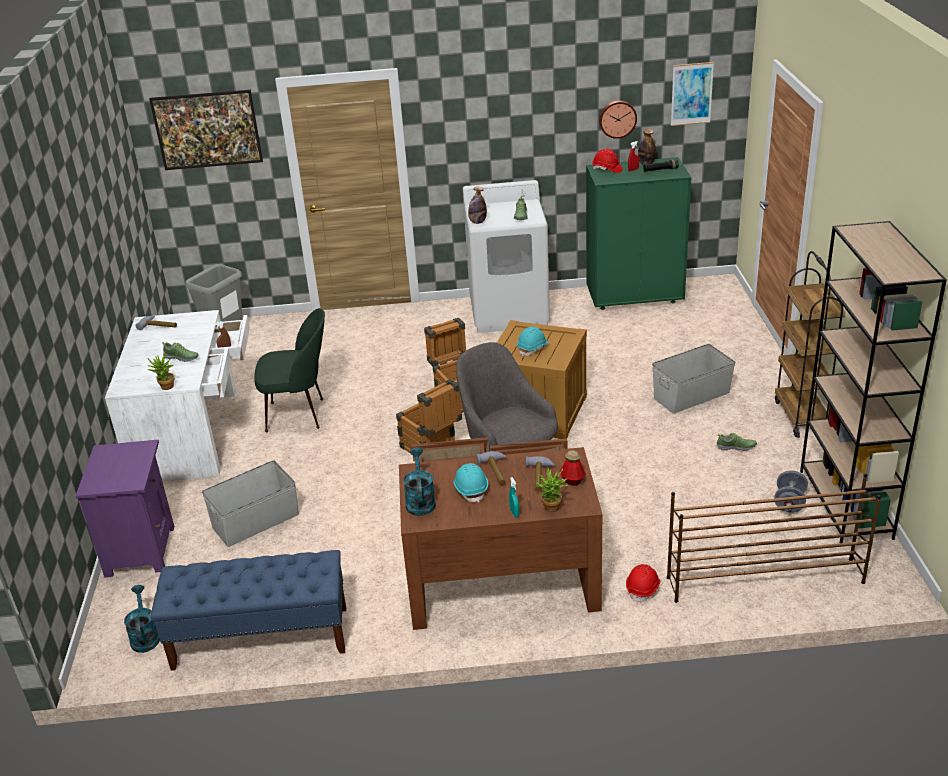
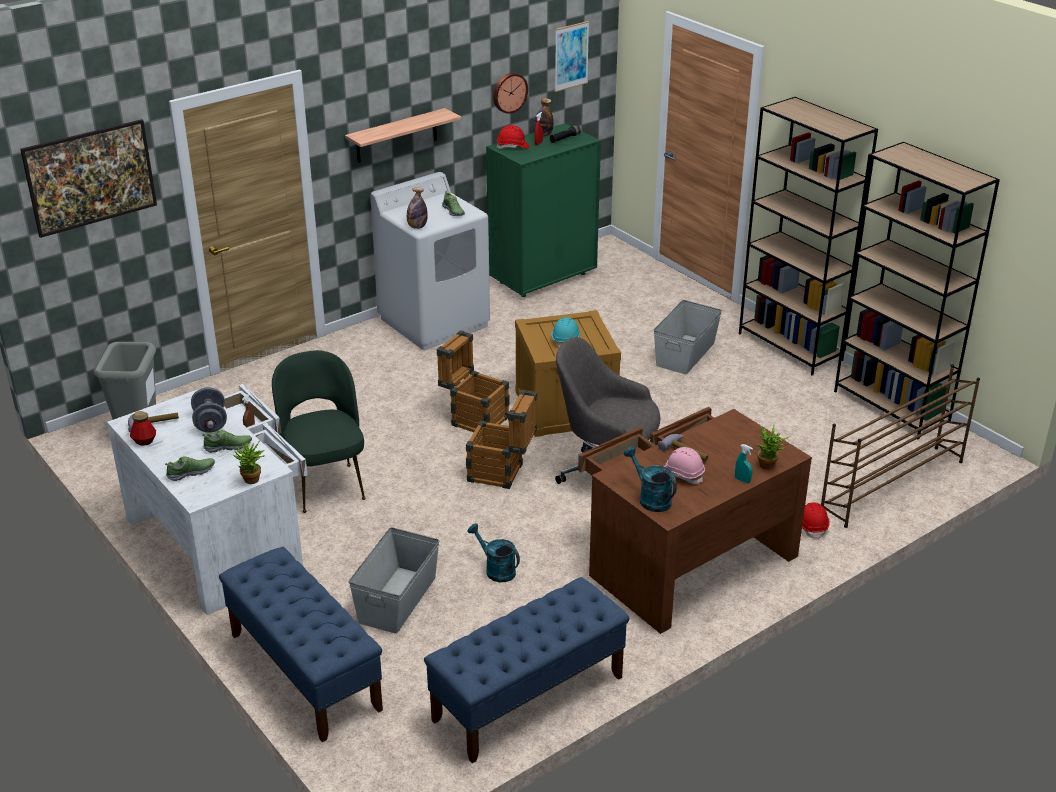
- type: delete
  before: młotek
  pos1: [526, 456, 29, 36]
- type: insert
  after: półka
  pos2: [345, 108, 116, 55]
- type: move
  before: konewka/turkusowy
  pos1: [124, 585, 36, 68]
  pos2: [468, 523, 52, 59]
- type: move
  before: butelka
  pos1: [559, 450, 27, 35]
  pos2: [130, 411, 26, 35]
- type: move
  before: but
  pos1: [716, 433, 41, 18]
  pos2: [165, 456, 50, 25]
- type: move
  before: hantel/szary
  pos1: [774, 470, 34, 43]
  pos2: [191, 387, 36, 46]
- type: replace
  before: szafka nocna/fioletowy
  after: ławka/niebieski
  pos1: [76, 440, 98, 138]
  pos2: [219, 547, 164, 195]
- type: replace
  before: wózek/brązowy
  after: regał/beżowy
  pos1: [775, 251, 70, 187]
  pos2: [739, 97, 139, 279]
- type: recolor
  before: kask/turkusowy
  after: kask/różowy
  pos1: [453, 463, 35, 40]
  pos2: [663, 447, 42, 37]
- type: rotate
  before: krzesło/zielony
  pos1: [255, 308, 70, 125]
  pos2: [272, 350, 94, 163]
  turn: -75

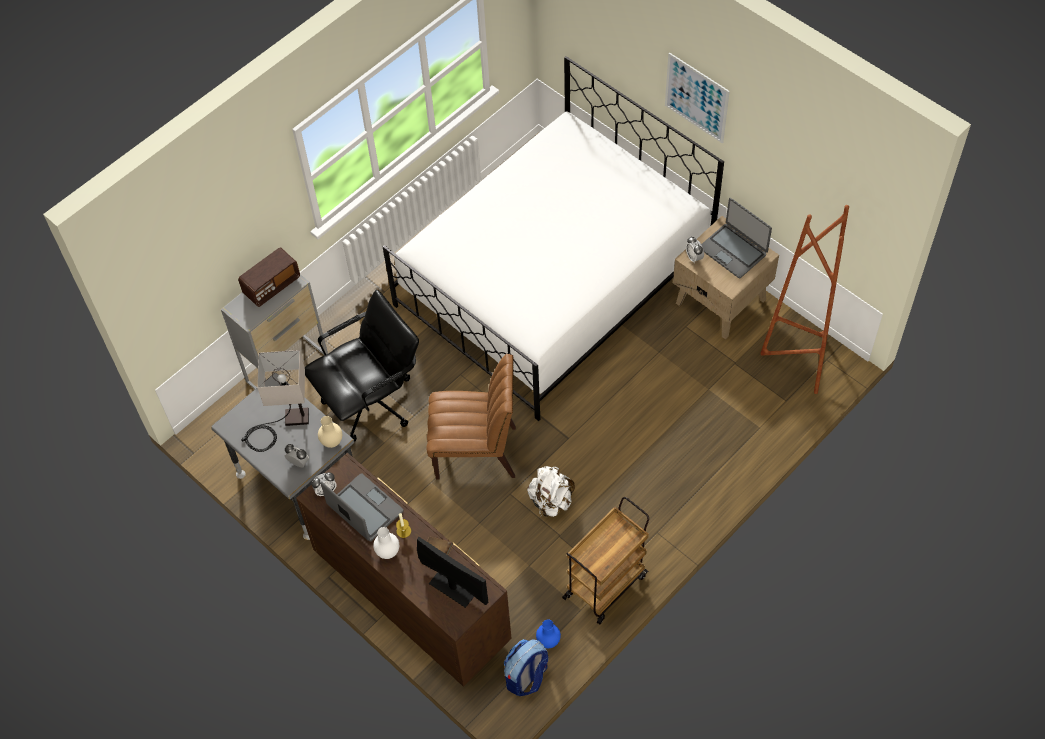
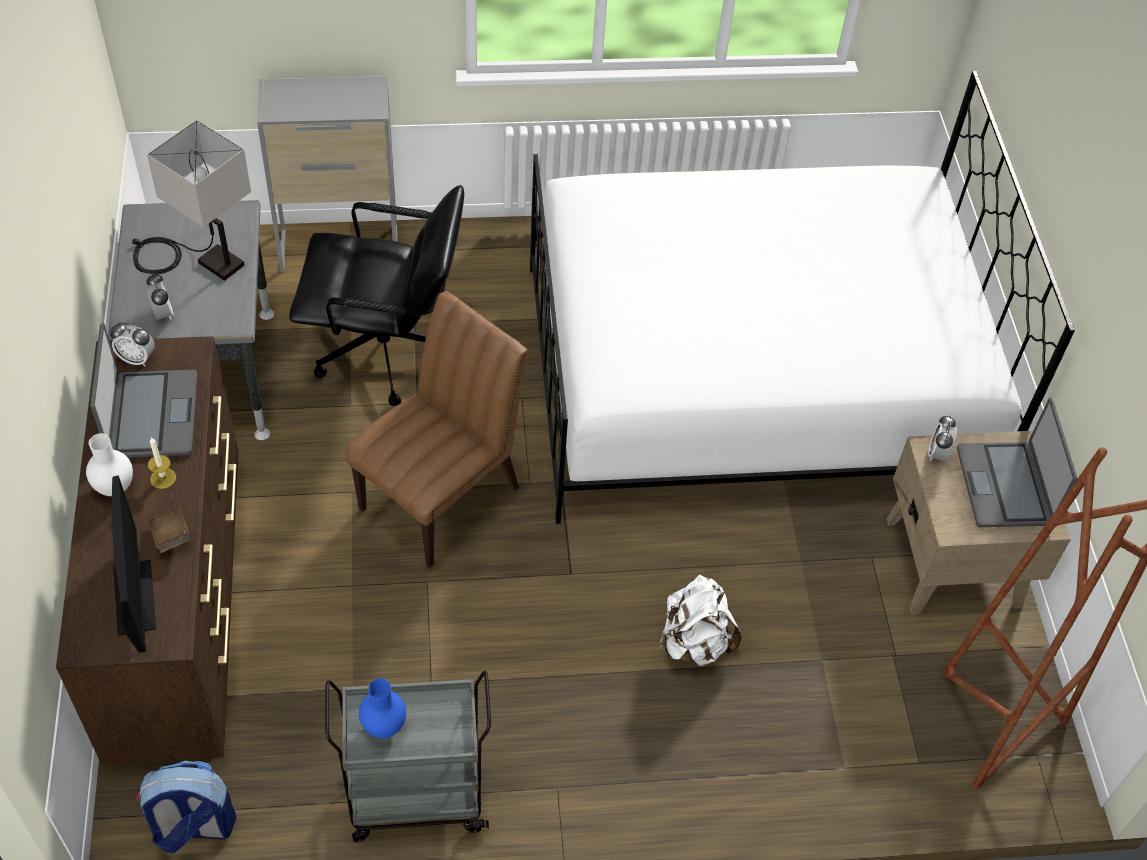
- type: delete
  before: radio
  pos1: [238, 247, 62, 60]
- type: delete
  before: wazon/beżowy
  pos1: [318, 416, 24, 32]
- type: delete
  before: obraz
  pos1: [665, 52, 65, 91]
- type: move
  before: plecak/biały
  pos1: [527, 466, 48, 51]
  pos2: [660, 574, 82, 92]
- type: move
  before: wazon/niebieski
  pos1: [536, 619, 25, 29]
  pos2: [359, 678, 47, 60]
- type: recolor
  before: wózek/brązowy
  after: wózek/szary
  pos1: [562, 497, 87, 127]
  pos2: [325, 671, 166, 171]
- type: rotate
  before: krzesło/brązowy
  pos1: [426, 354, 90, 126]
  pos2: [346, 291, 182, 276]
  turn: -90

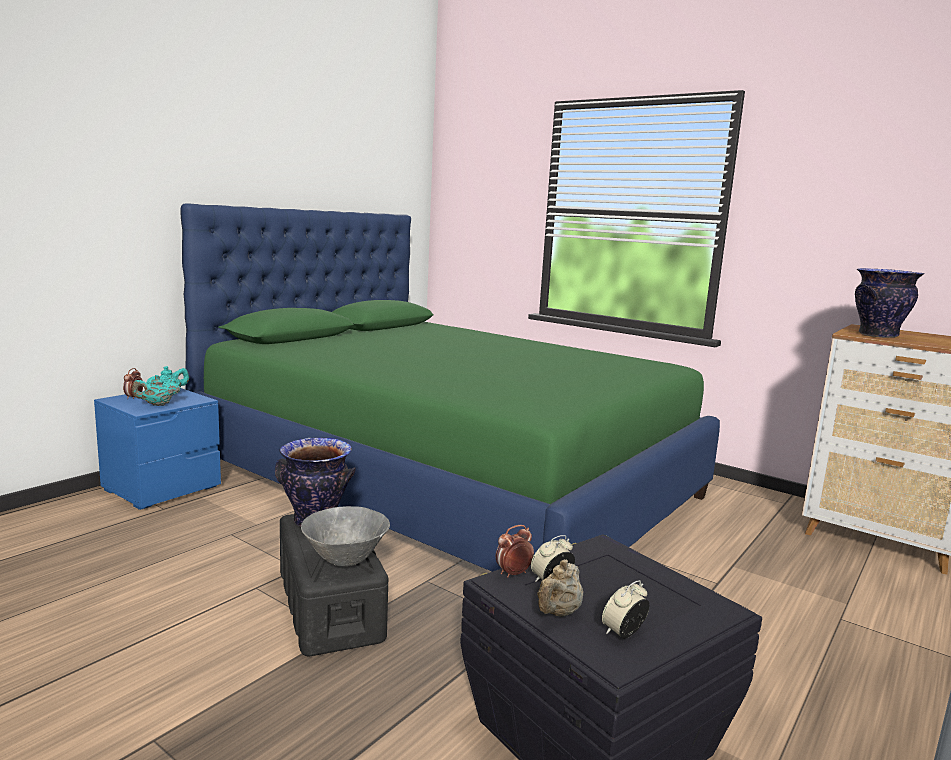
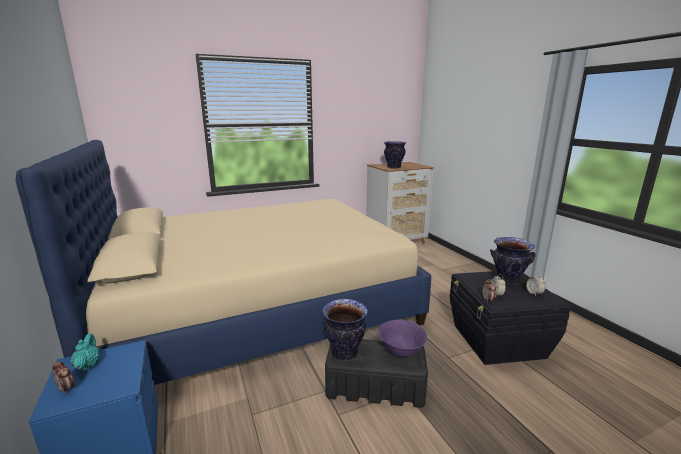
- type: delete
  before: imbryk/turkusowy
  pos1: [132, 375, 48, 31]
- type: delete
  before: imbryk/beżowy
  pos1: [537, 560, 46, 57]
- type: insert
  after: wazon
  pos2: [490, 237, 46, 48]
- type: recolor
  before: łóżko/zielony
  after: łóżko/beżowy
  pos1: [180, 203, 540, 369]
  pos2: [15, 140, 416, 245]
- type: recolor
  before: miska/szary
  after: miska/fioletowy
  pos1: [301, 506, 89, 61]
  pos2: [378, 320, 49, 37]

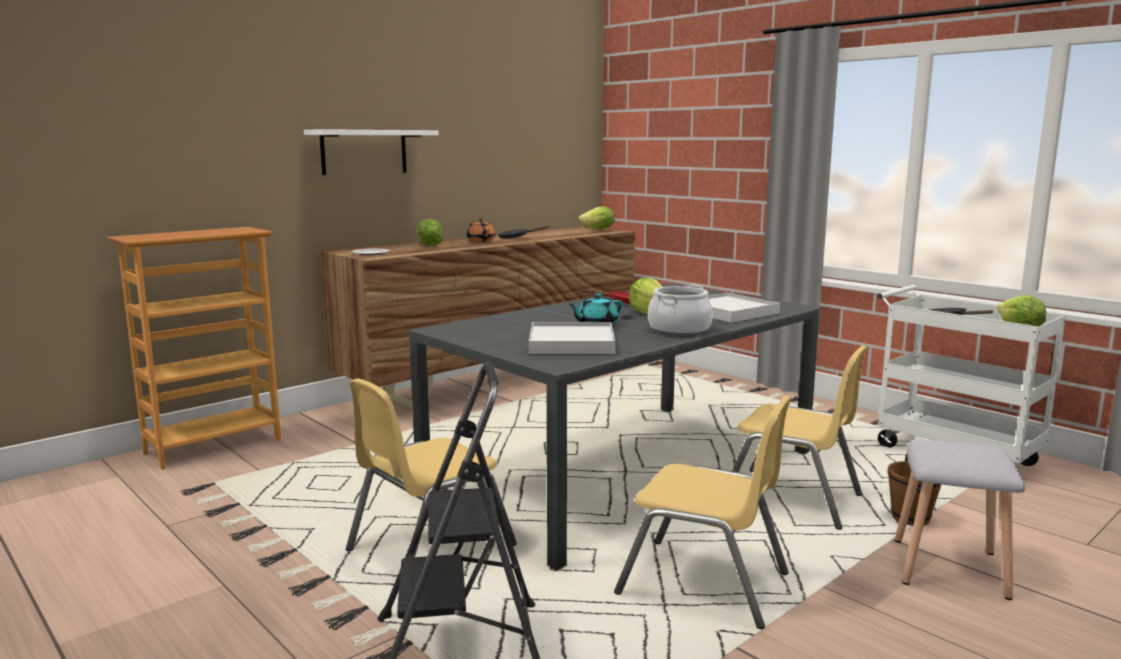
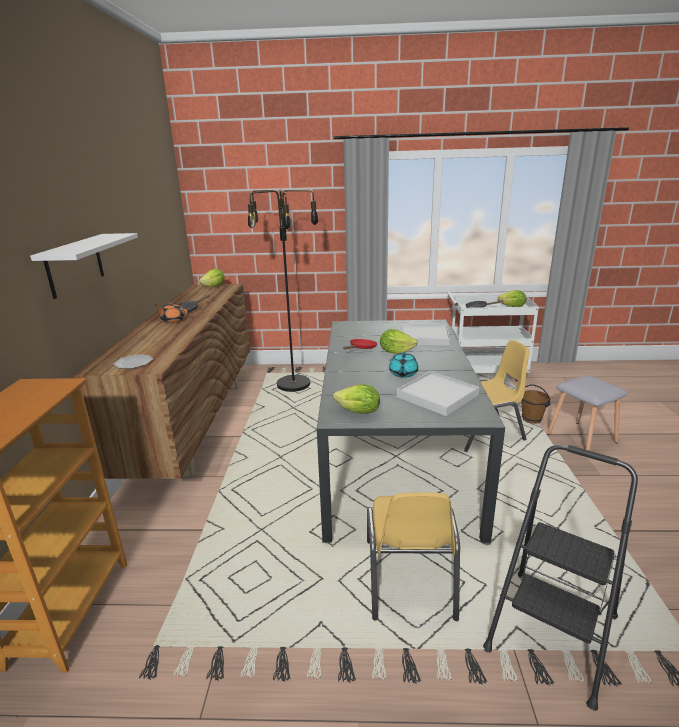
- type: delete
  before: krzesło/żółty
  pos1: [614, 395, 178, 234]
- type: delete
  before: garnek
  pos1: [648, 284, 65, 52]
- type: insert
  after: lampa stojąca
  pos2: [248, 189, 70, 203]
- type: move
  before: sałata
  pos1: [417, 219, 26, 27]
  pos2: [333, 384, 47, 30]

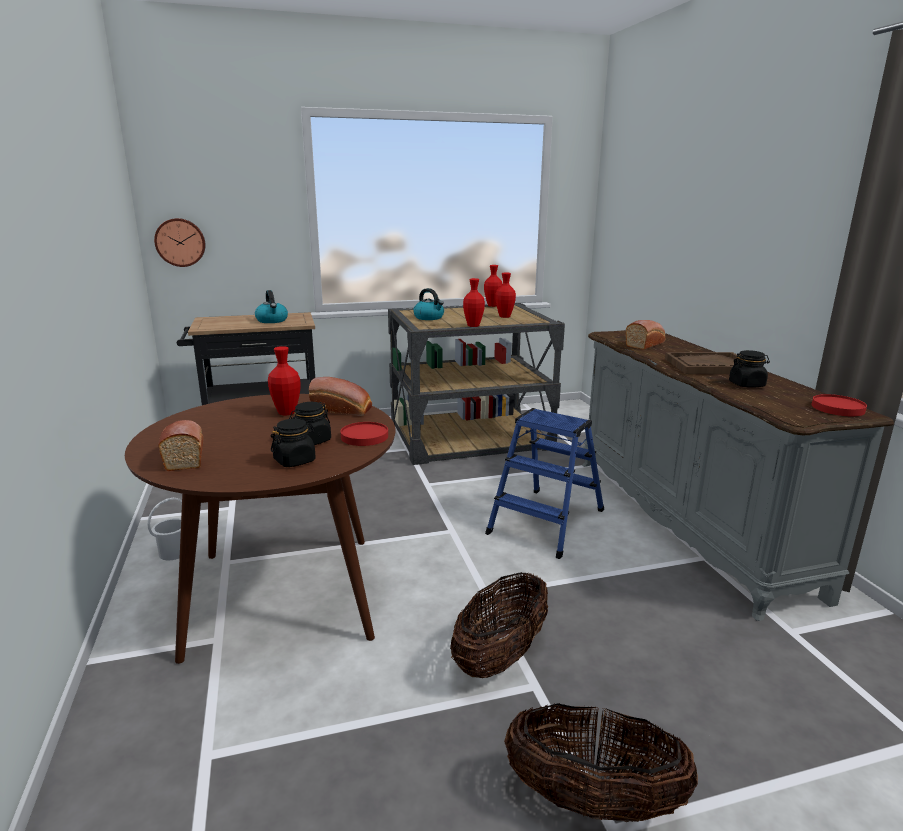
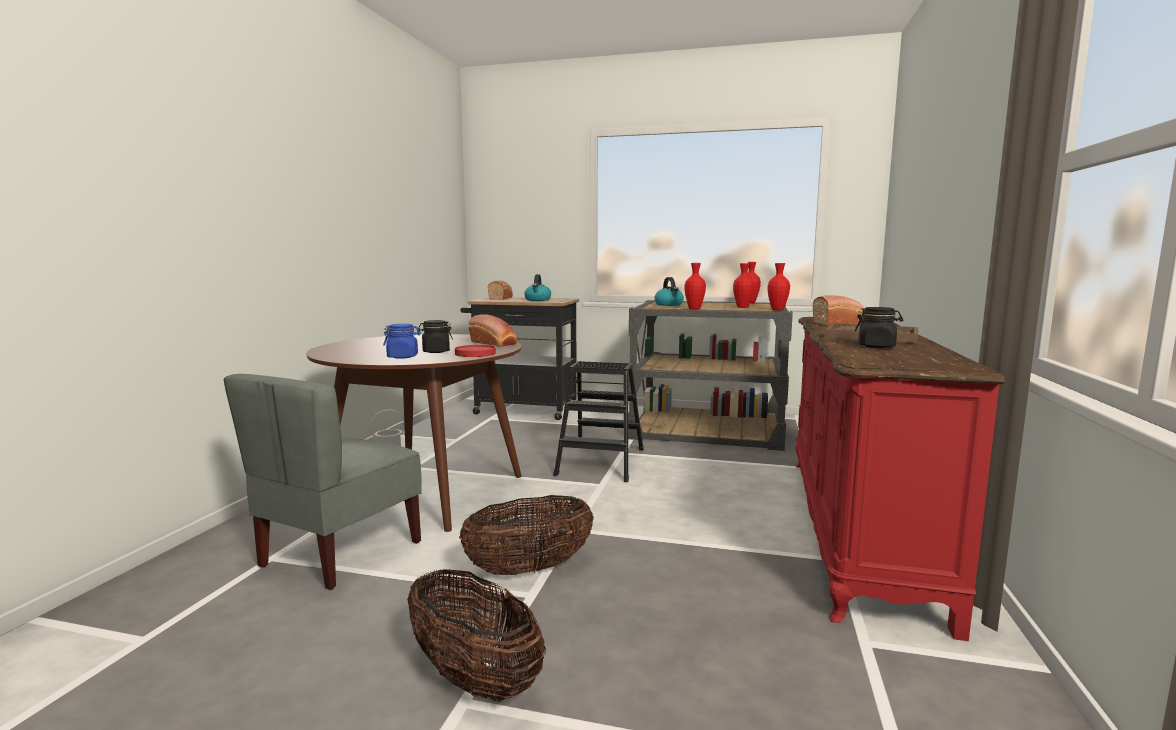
- type: delete
  before: zegar ścienny
  pos1: [154, 218, 51, 49]
- type: delete
  before: drabinka/niebieski
  pos1: [485, 408, 119, 151]
- type: delete
  before: talerz/czerwony
  pos1: [812, 394, 55, 22]
- type: insert
  after: krzesło/szary
  pos2: [223, 374, 199, 216]
- type: insert
  after: drabinka/czarny
  pos2: [553, 361, 91, 121]
- type: move
  before: chleb
  pos1: [158, 420, 46, 51]
  pos2: [488, 280, 25, 20]
- type: move
  before: wazon/czerwony
  pos1: [268, 346, 33, 69]
  pos2: [768, 263, 22, 47]
- type: recolor
  before: słoik/czarny
  after: słoik/niebieski
  pos1: [271, 419, 45, 48]
  pos2: [383, 324, 38, 35]
- type: recolor
  before: szafka/szary
  after: szafka/czerwony
  pos1: [582, 330, 312, 291]
  pos2: [795, 317, 210, 324]

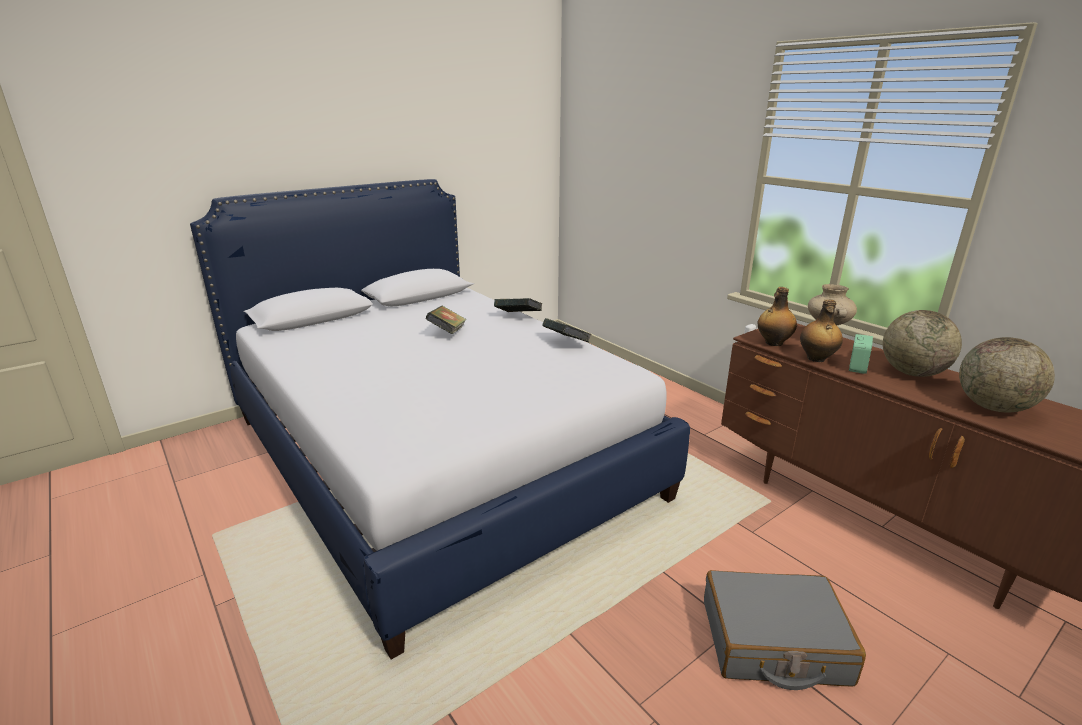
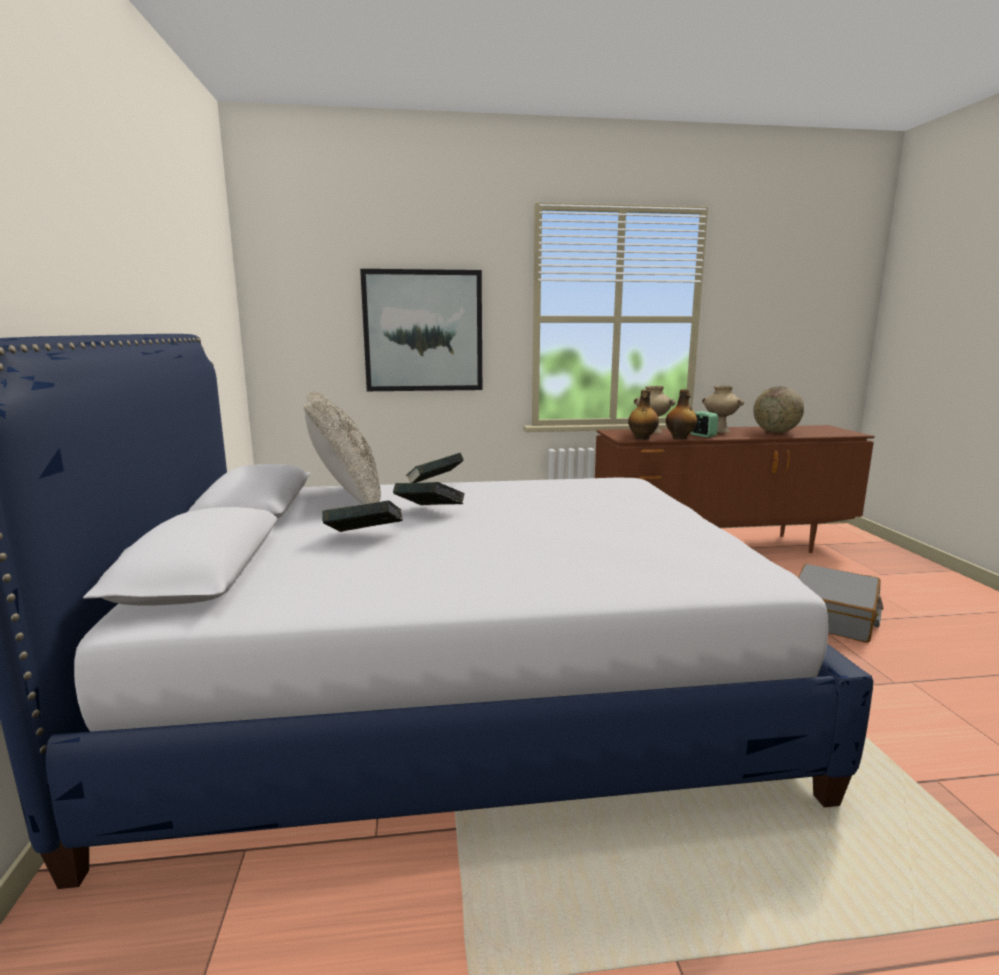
- type: insert
  after: poduszka/beżowy
  pos2: [303, 392, 78, 112]
- type: insert
  after: obraz
  pos2: [360, 269, 122, 122]
- type: move
  before: książka
  pos1: [542, 318, 50, 24]
  pos2: [322, 500, 81, 32]
- type: replace
  before: globus
  after: wazon/beżowy
  pos1: [883, 310, 79, 67]
  pos2: [702, 386, 42, 47]

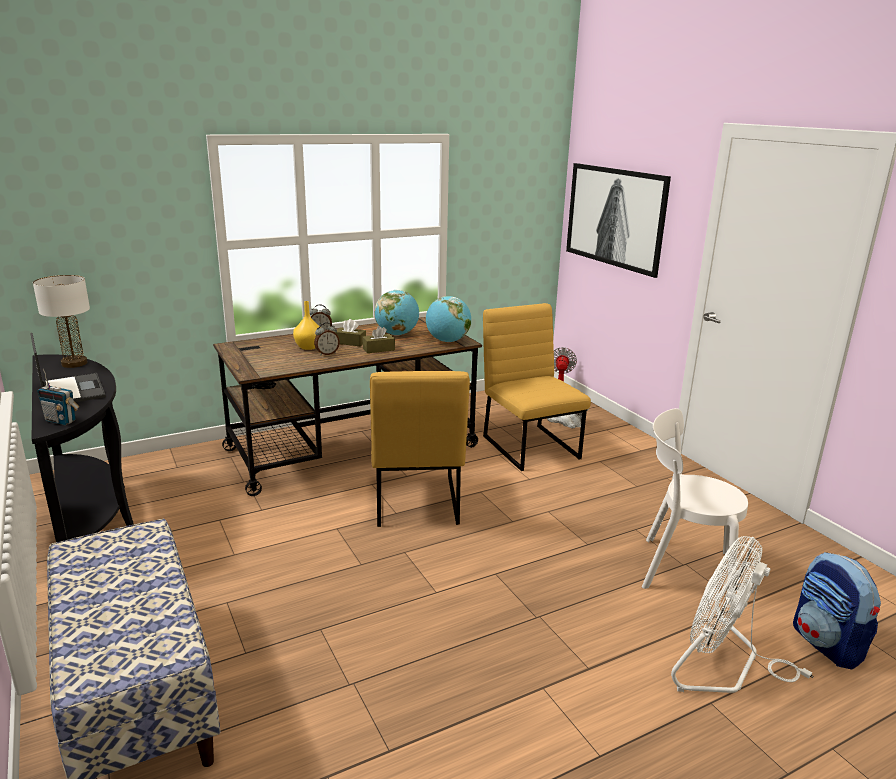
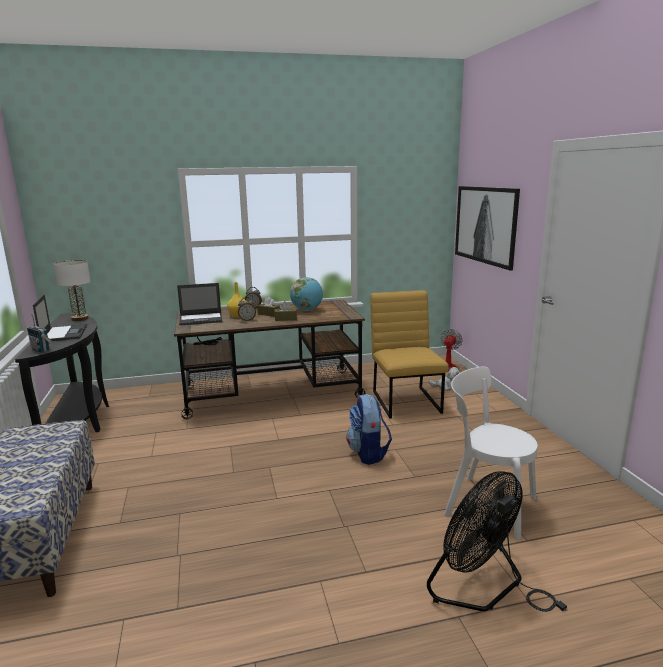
- type: delete
  before: krzesło/żółty
  pos1: [370, 371, 100, 156]
- type: delete
  before: globus
  pos1: [426, 296, 45, 46]
- type: insert
  after: laptop
  pos2: [177, 283, 45, 43]
- type: move
  before: plecak
  pos1: [793, 552, 88, 118]
  pos2: [346, 394, 46, 71]
- type: recolor
  before: wentylator/biały
  after: wentylator/czarny
  pos1: [671, 536, 142, 157]
  pos2: [427, 471, 141, 141]

